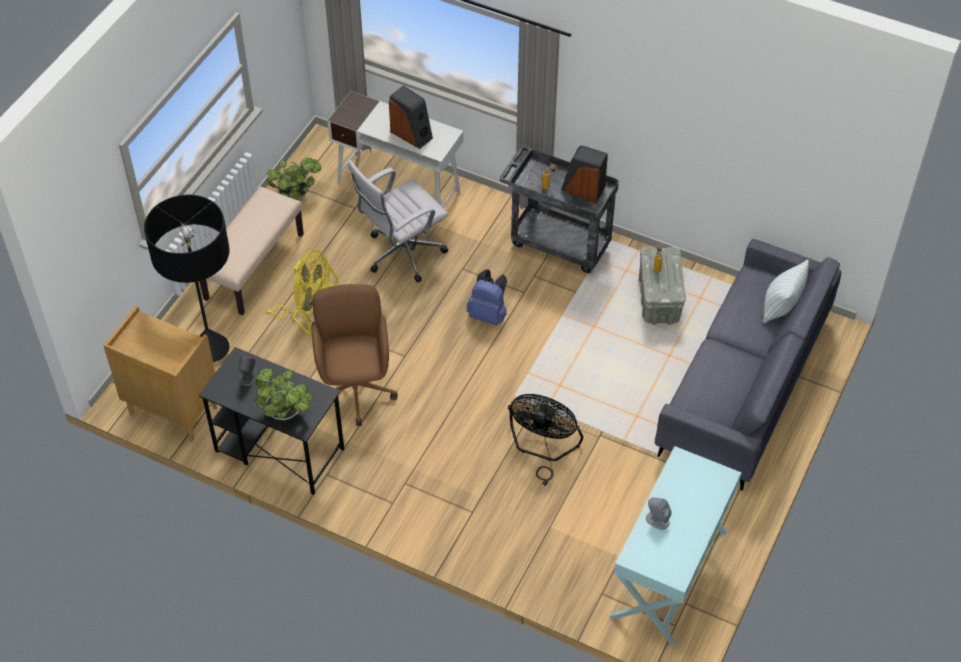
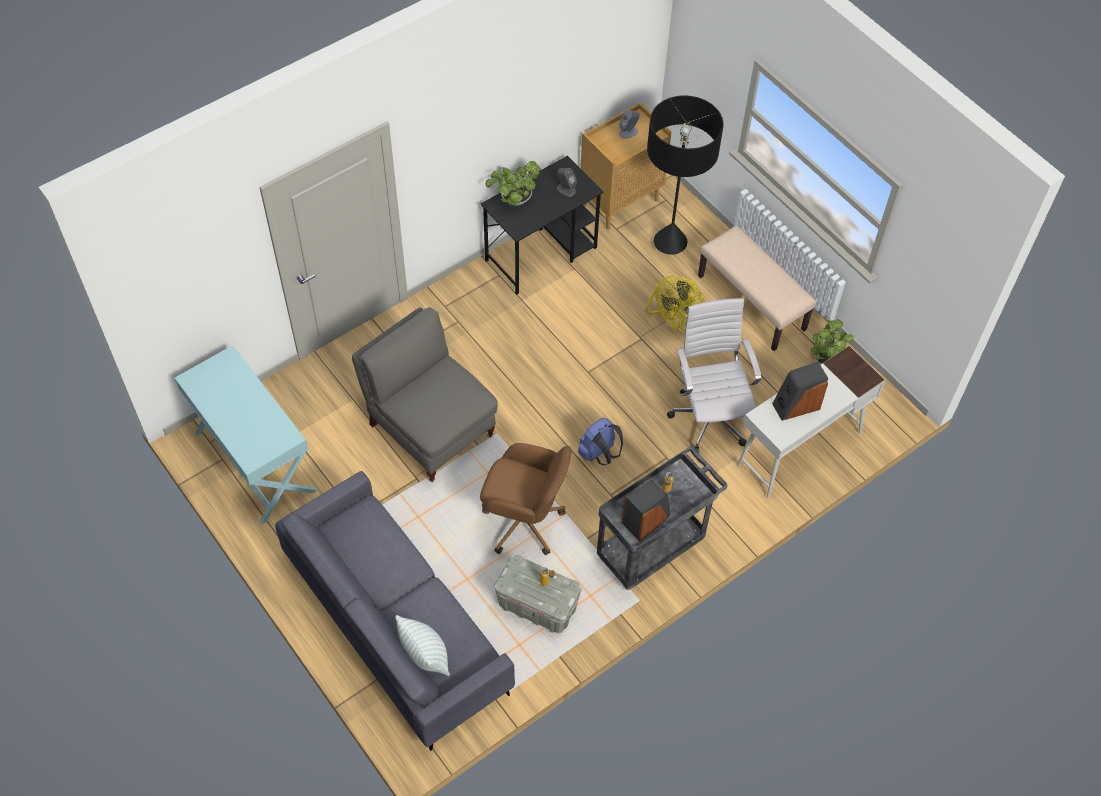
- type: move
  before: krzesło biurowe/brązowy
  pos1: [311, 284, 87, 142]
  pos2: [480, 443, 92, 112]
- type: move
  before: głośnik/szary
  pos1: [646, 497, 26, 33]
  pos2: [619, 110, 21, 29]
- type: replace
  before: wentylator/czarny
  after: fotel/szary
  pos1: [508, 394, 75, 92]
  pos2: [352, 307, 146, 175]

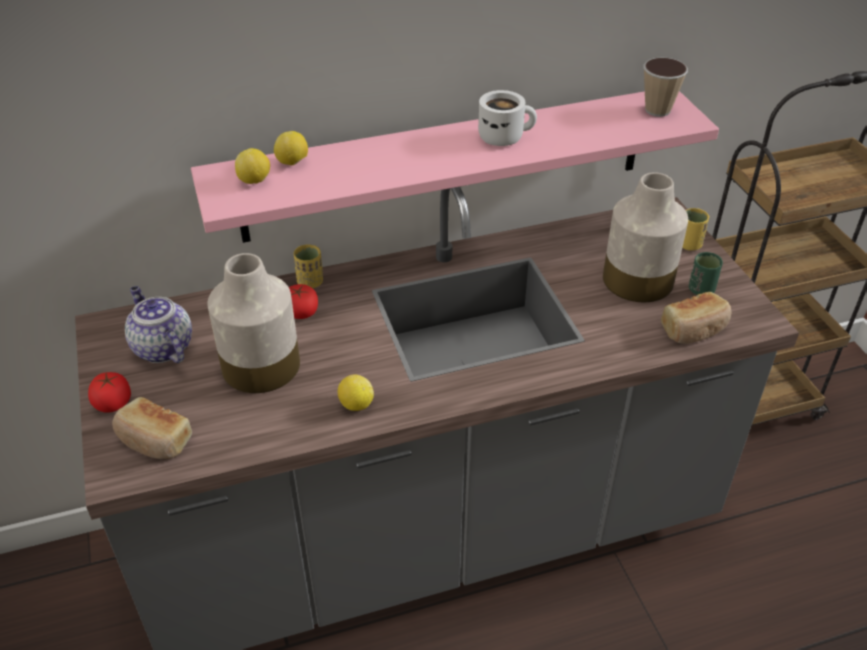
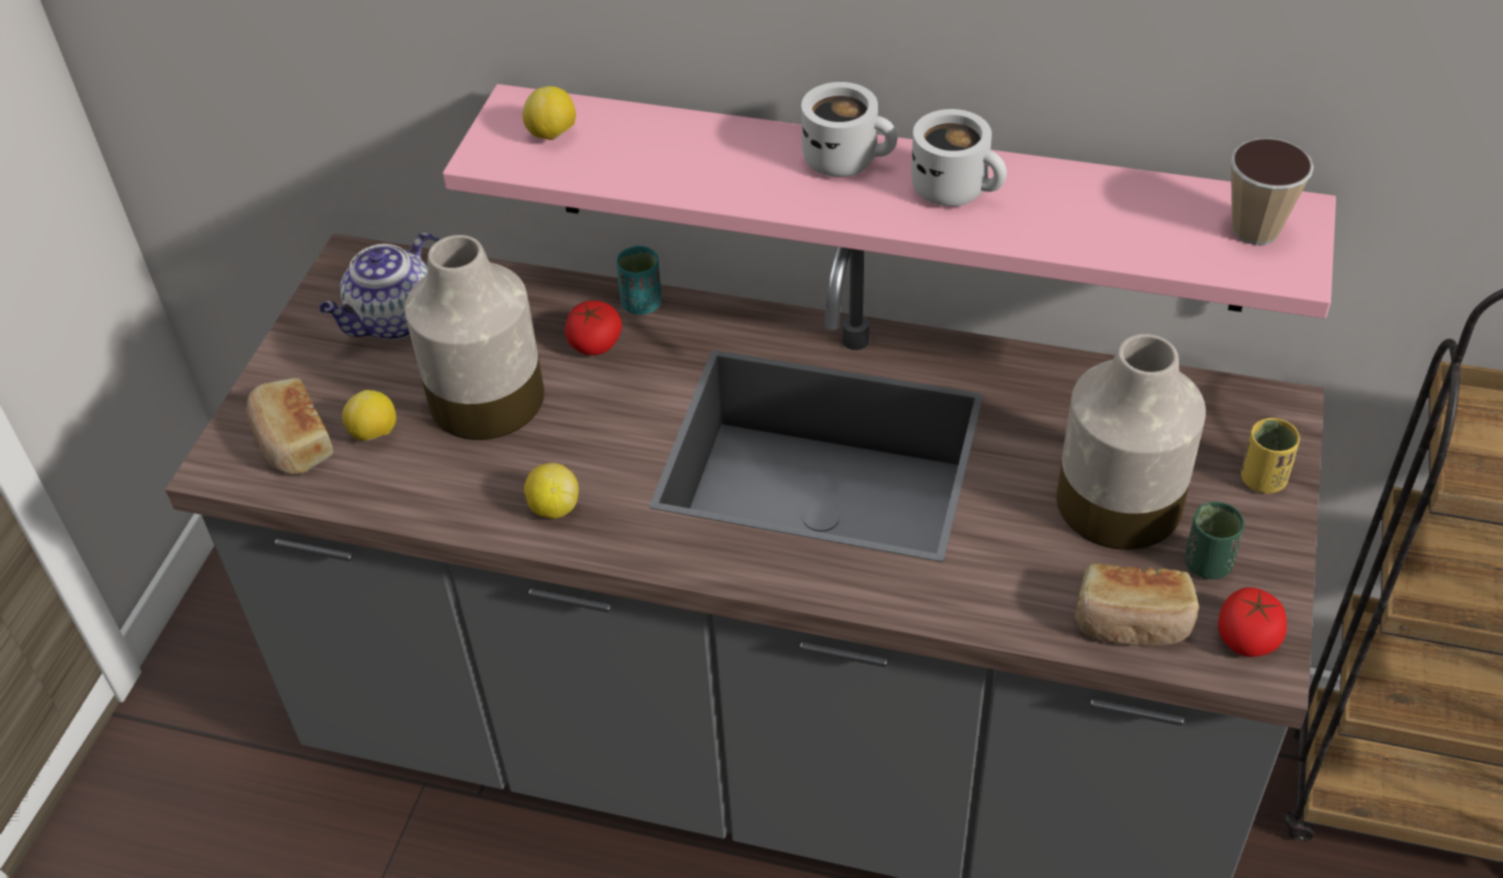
- type: insert
  after: kubek/biały
  pos2: [801, 82, 96, 95]
- type: move
  before: pomidor
  pos1: [88, 372, 43, 41]
  pos2: [1218, 587, 69, 70]
- type: move
  before: cytryna
  pos1: [274, 131, 34, 34]
  pos2: [342, 390, 54, 52]
- type: recolor
  before: filiżanka/żółty
  after: filiżanka/turkusowy
  pos1: [293, 244, 30, 44]
  pos2: [616, 246, 46, 69]
- type: rotate
  before: imbryk
  pos1: [125, 286, 67, 77]
  pos2: [319, 232, 121, 108]
  turn: -135

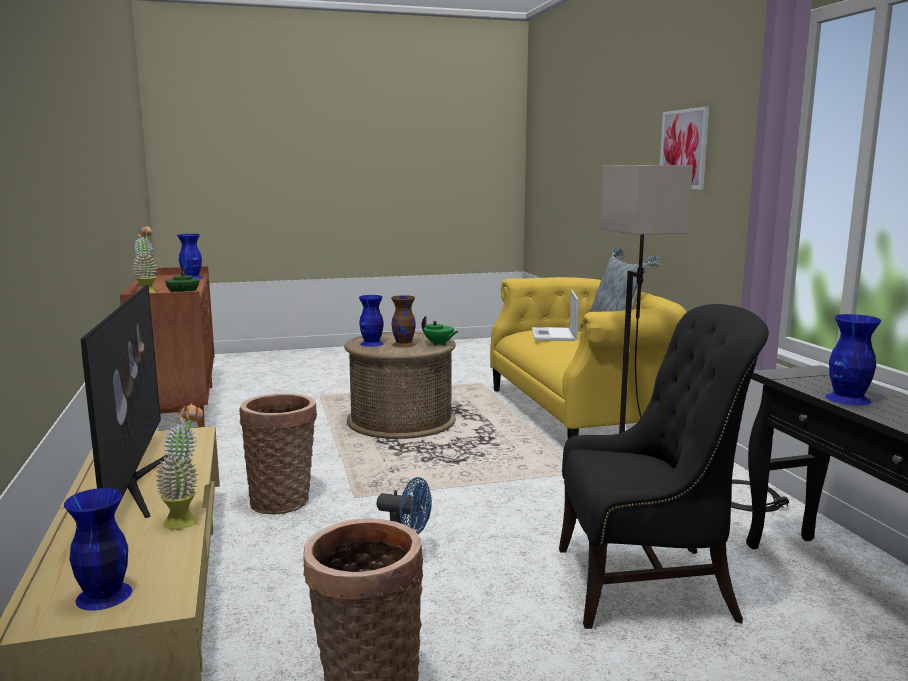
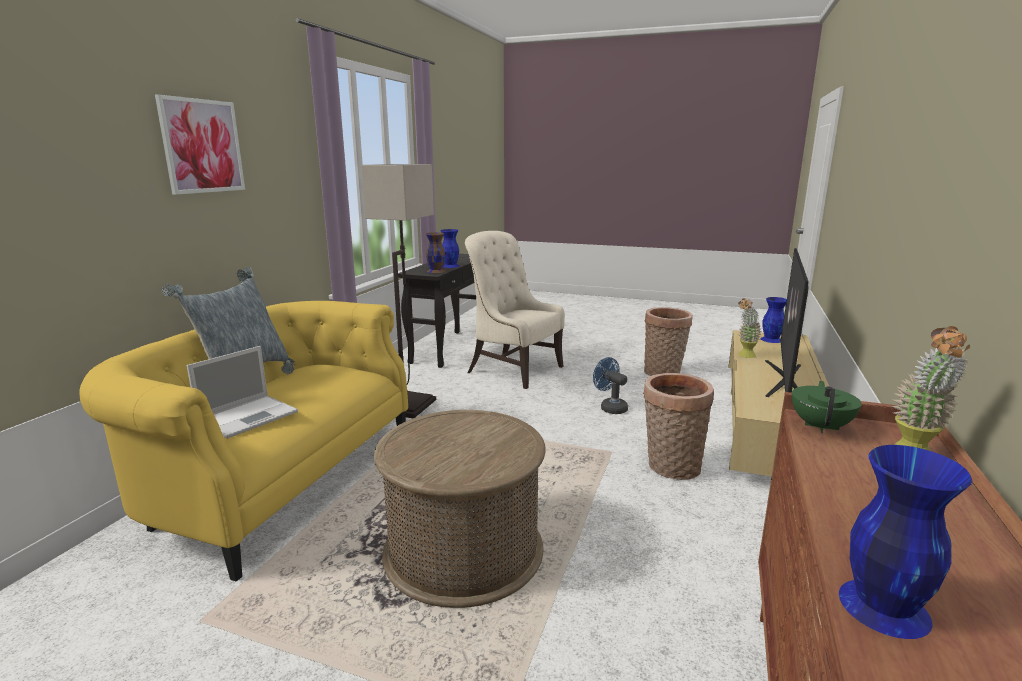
- type: delete
  before: wazon/niebieski
  pos1: [359, 295, 25, 52]
- type: delete
  before: imbryk/zielony
  pos1: [422, 316, 36, 30]
- type: move
  before: wazon/brązowy
  pos1: [391, 295, 25, 53]
  pos2: [426, 232, 19, 41]
- type: recolor
  before: fotel/czarny
  after: fotel/beżowy
  pos1: [559, 304, 210, 325]
  pos2: [465, 231, 100, 158]

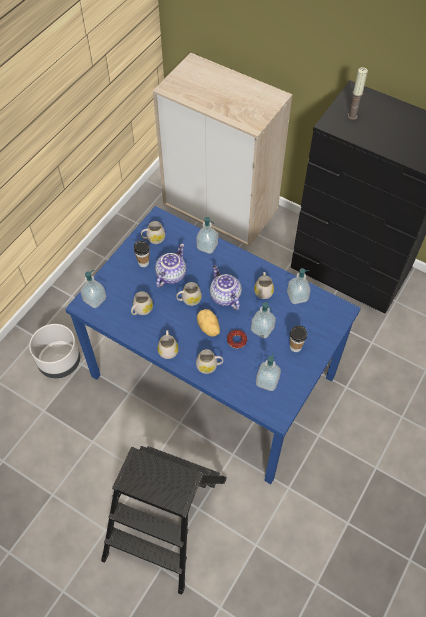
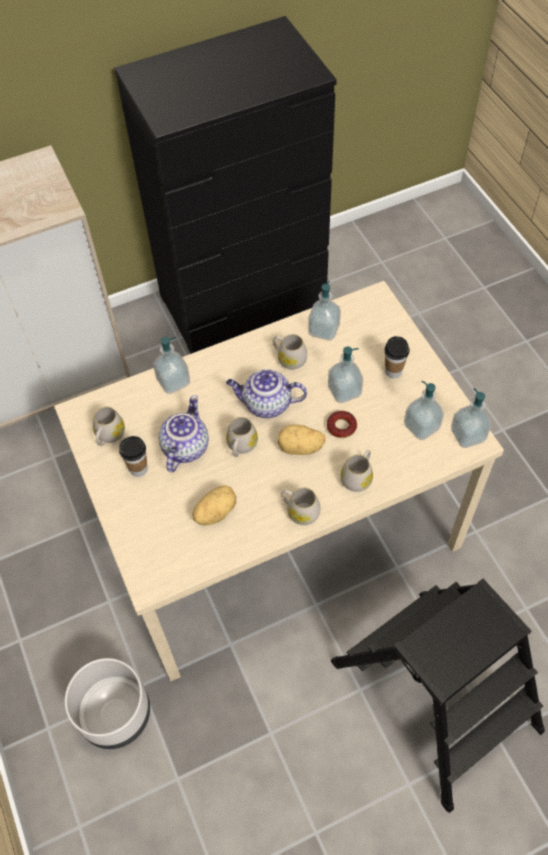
- type: delete
  before: świeca
  pos1: [348, 67, 20, 53]
- type: move
  before: dozownik mydła
  pos1: [80, 270, 26, 38]
  pos2: [451, 388, 40, 60]
- type: replace
  before: kubek/biały
  after: ziemniak
  pos1: [131, 291, 22, 24]
  pos2: [192, 485, 44, 41]
- type: recolor
  before: stół jadalny/niebieski
  after: stół jadalny/beżowy
  pos1: [65, 206, 296, 278]
  pos2: [54, 281, 450, 400]
- type: rotate
  before: imbryk
  pos1: [155, 244, 31, 44]
  pos2: [159, 395, 50, 77]
  turn: 45

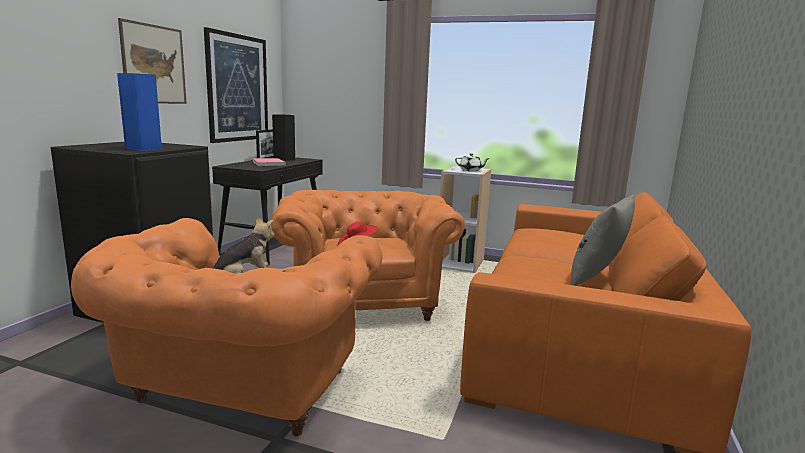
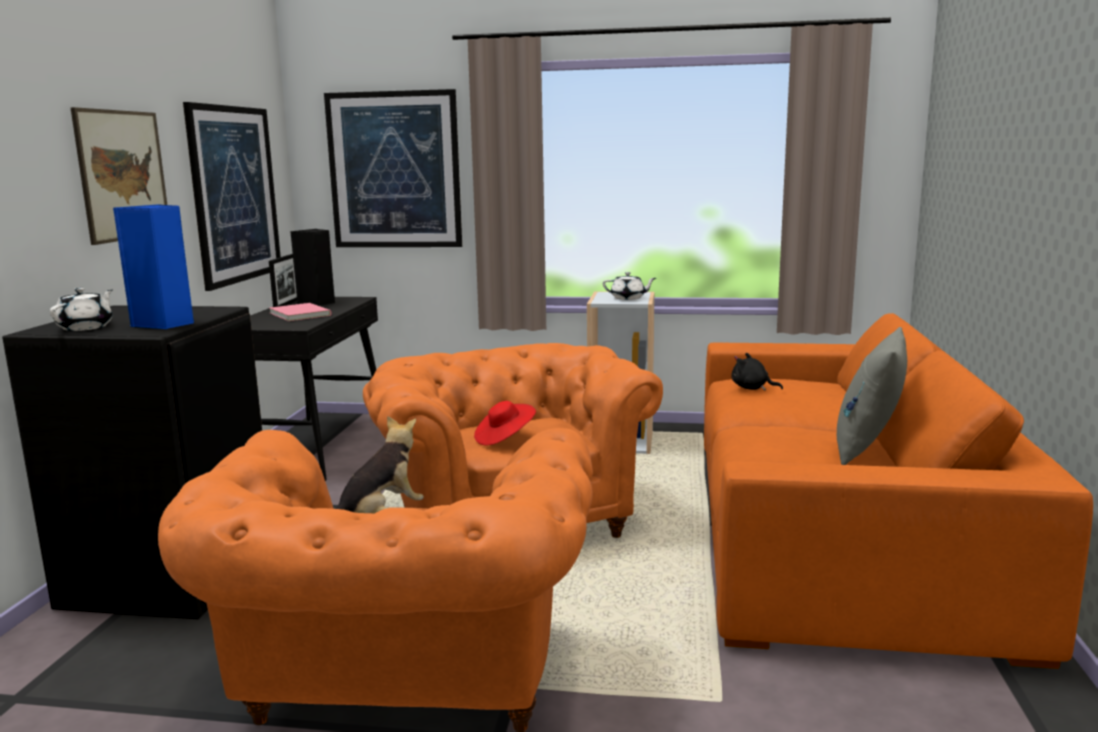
- type: insert
  after: imbryk/biały
  pos2: [50, 288, 62, 43]
- type: insert
  after: obraz
  pos2: [324, 89, 138, 158]
- type: insert
  after: pluszak/czarny
  pos2: [731, 353, 52, 38]

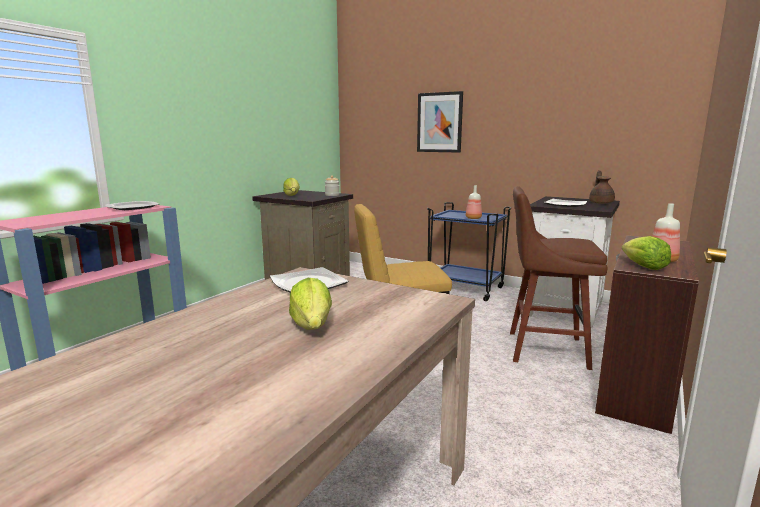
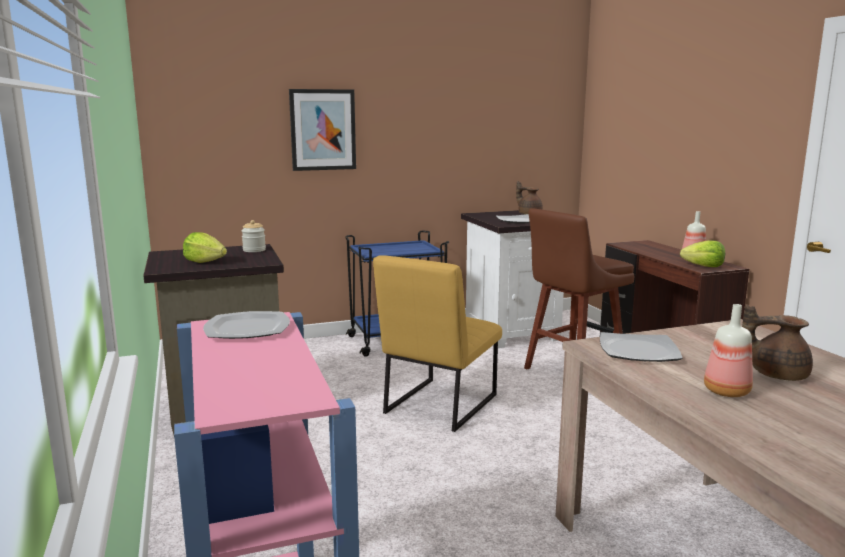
- type: move
  before: butelka
  pos1: [466, 185, 16, 34]
  pos2: [704, 304, 49, 93]
- type: replace
  before: sałata
  after: imbryk/brązowy
  pos1: [289, 278, 43, 52]
  pos2: [742, 304, 71, 77]

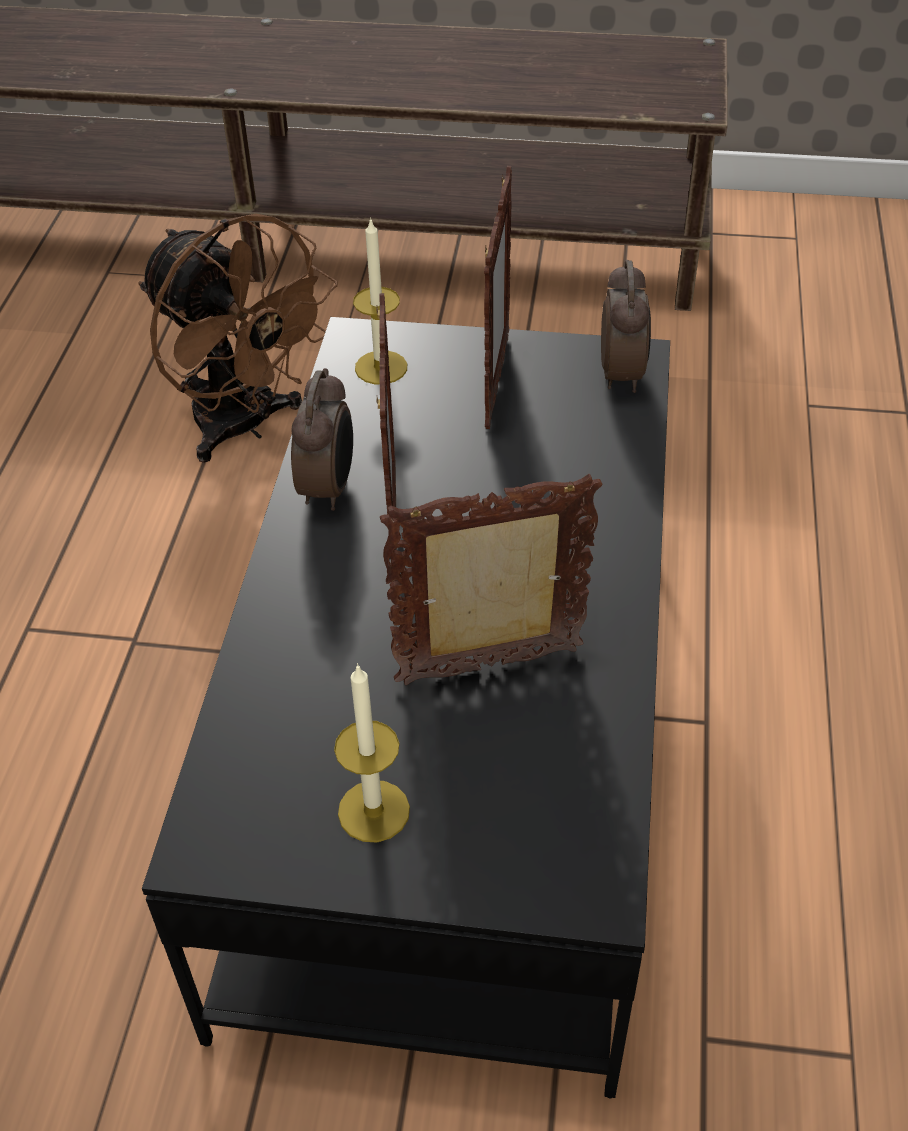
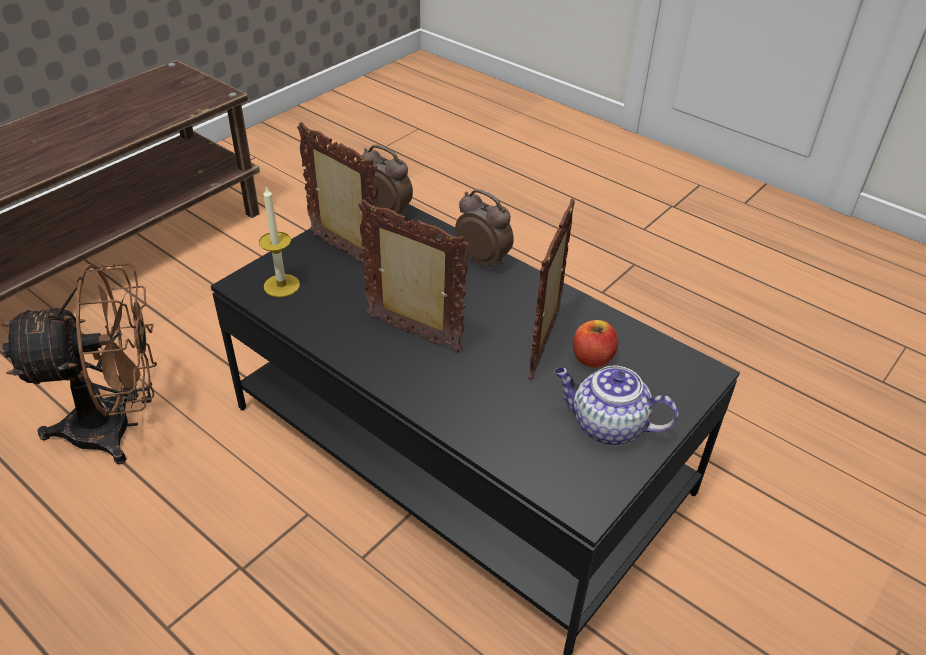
- type: insert
  after: jabłko
  pos2: [573, 320, 45, 48]
- type: move
  before: budzik
  pos1: [291, 368, 62, 143]
  pos2: [455, 189, 59, 81]
- type: replace
  before: świeca
  after: imbryk
  pos1: [334, 663, 76, 179]
  pos2: [554, 366, 125, 80]

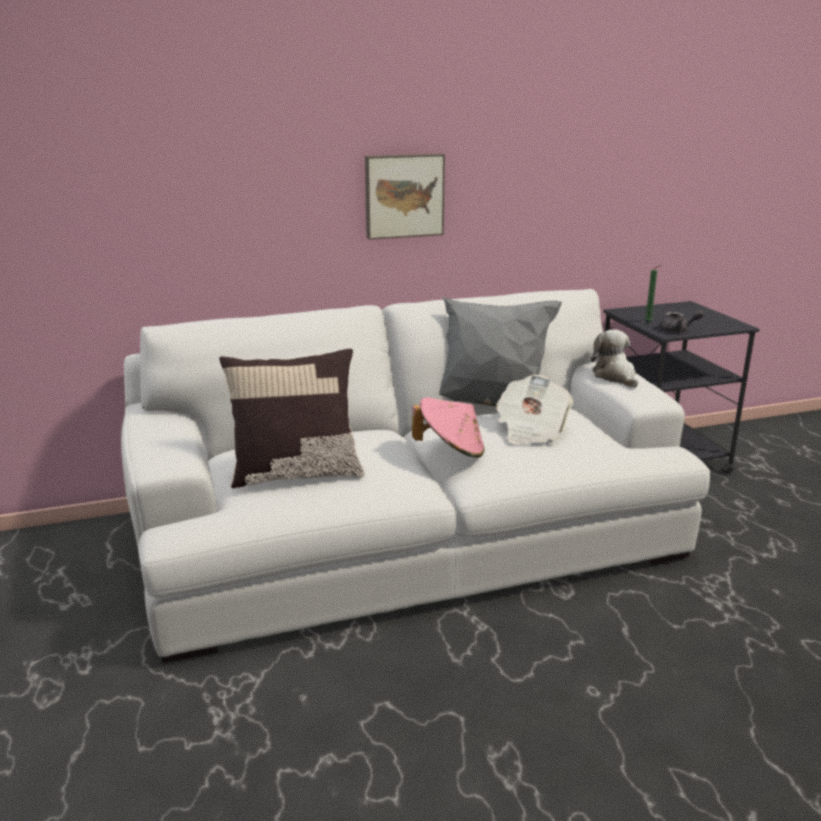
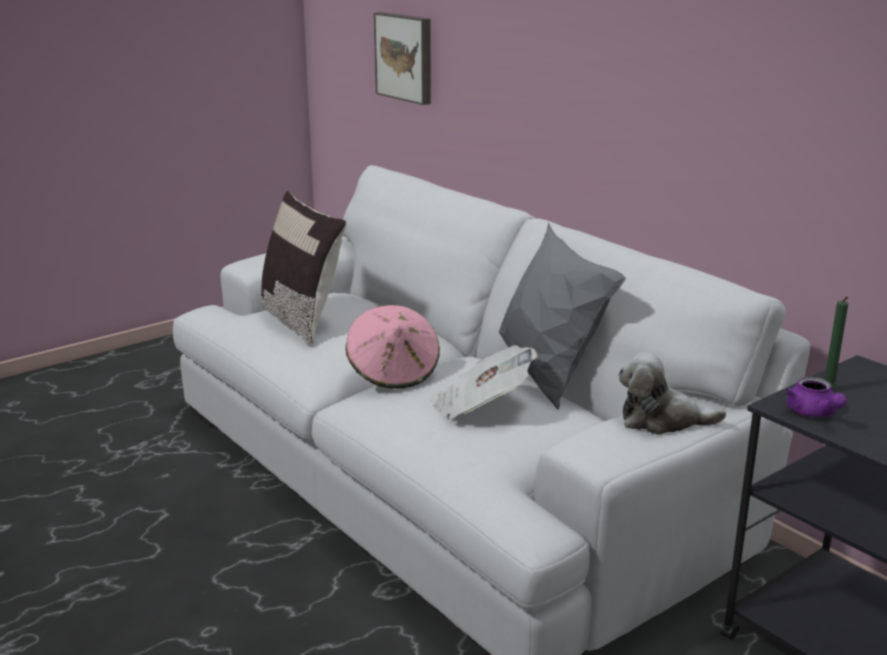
- type: move
  before: obraz
  pos1: [365, 154, 80, 86]
  pos2: [374, 12, 57, 93]
- type: recolor
  before: imbryk/szary
  after: imbryk/fioletowy
  pos1: [659, 310, 45, 22]
  pos2: [785, 377, 62, 40]
- type: rotate
  before: pluszak
  pos1: [591, 330, 47, 58]
  pos2: [618, 352, 108, 83]
  turn: -135

